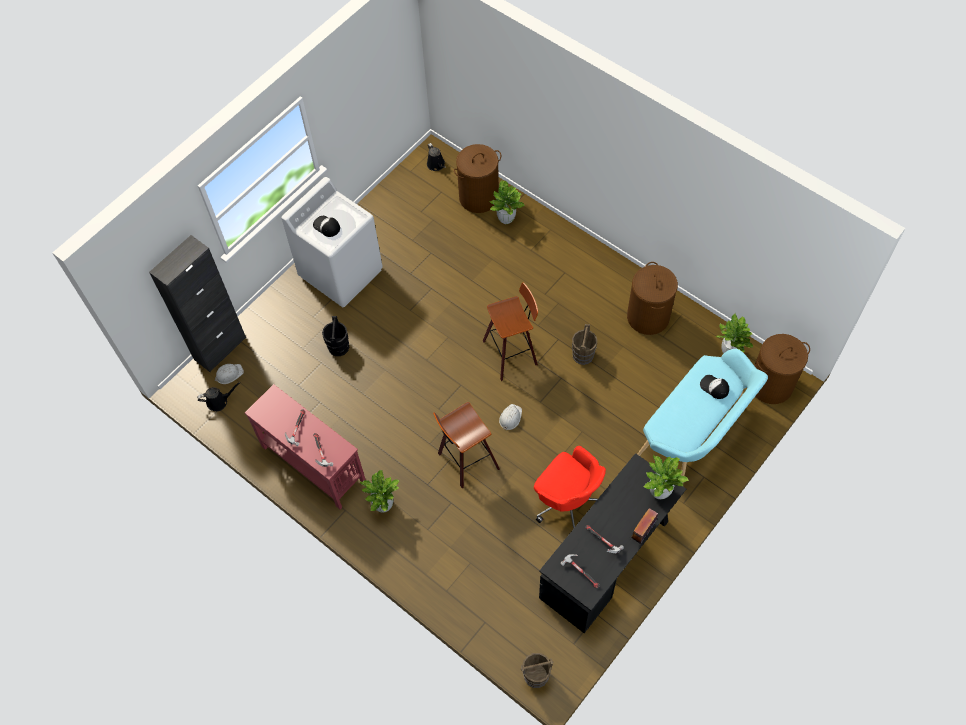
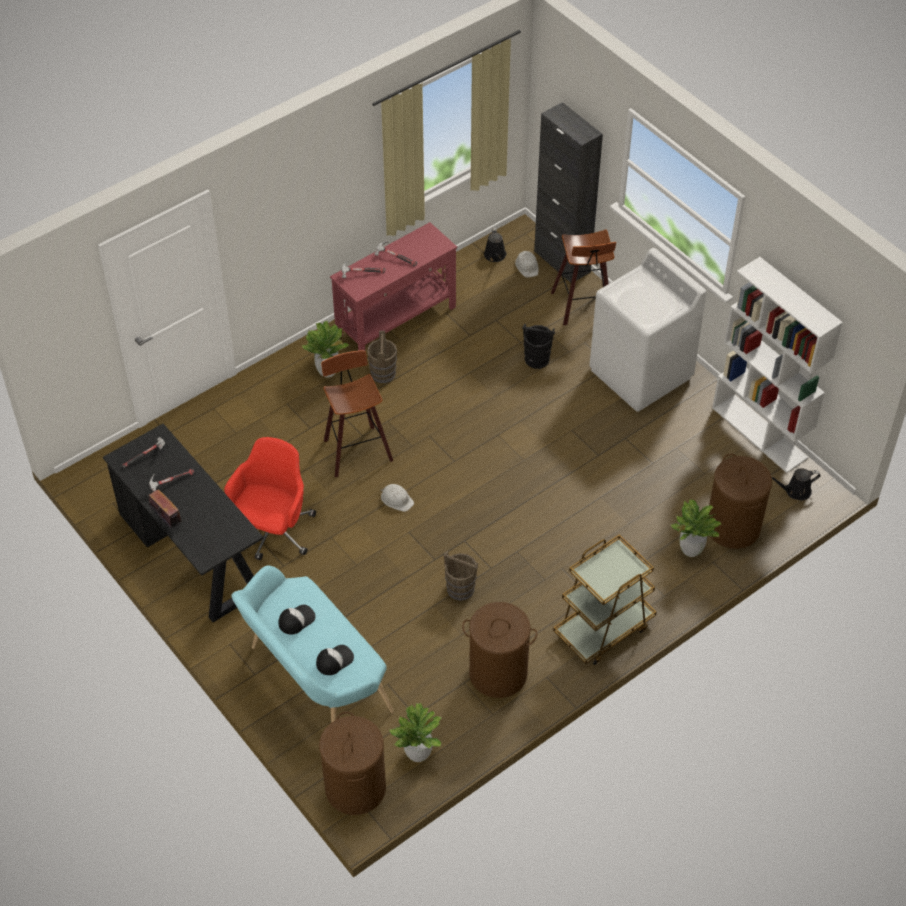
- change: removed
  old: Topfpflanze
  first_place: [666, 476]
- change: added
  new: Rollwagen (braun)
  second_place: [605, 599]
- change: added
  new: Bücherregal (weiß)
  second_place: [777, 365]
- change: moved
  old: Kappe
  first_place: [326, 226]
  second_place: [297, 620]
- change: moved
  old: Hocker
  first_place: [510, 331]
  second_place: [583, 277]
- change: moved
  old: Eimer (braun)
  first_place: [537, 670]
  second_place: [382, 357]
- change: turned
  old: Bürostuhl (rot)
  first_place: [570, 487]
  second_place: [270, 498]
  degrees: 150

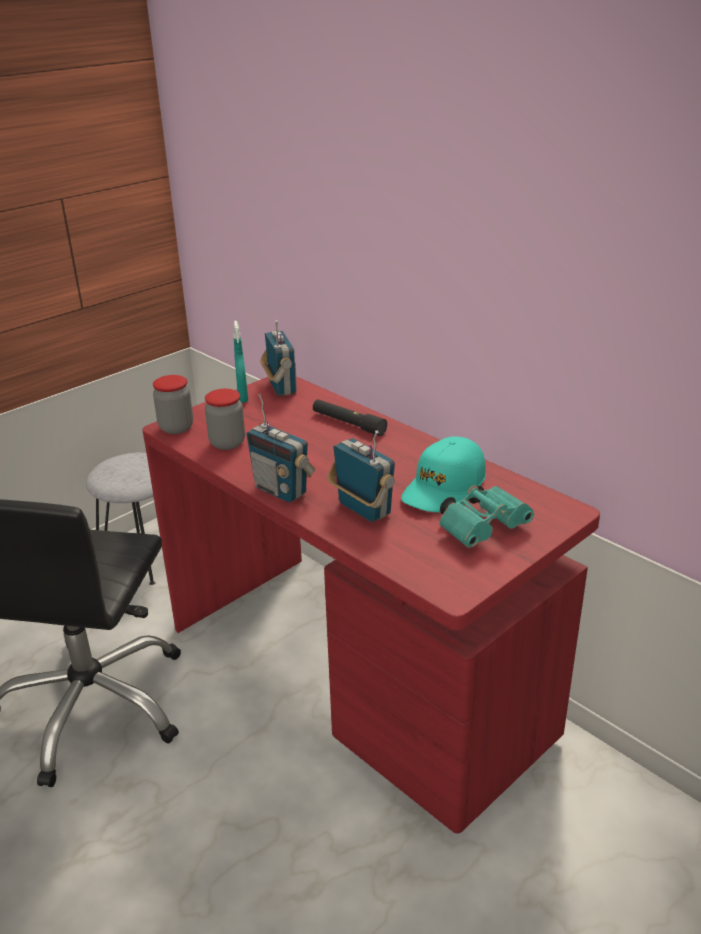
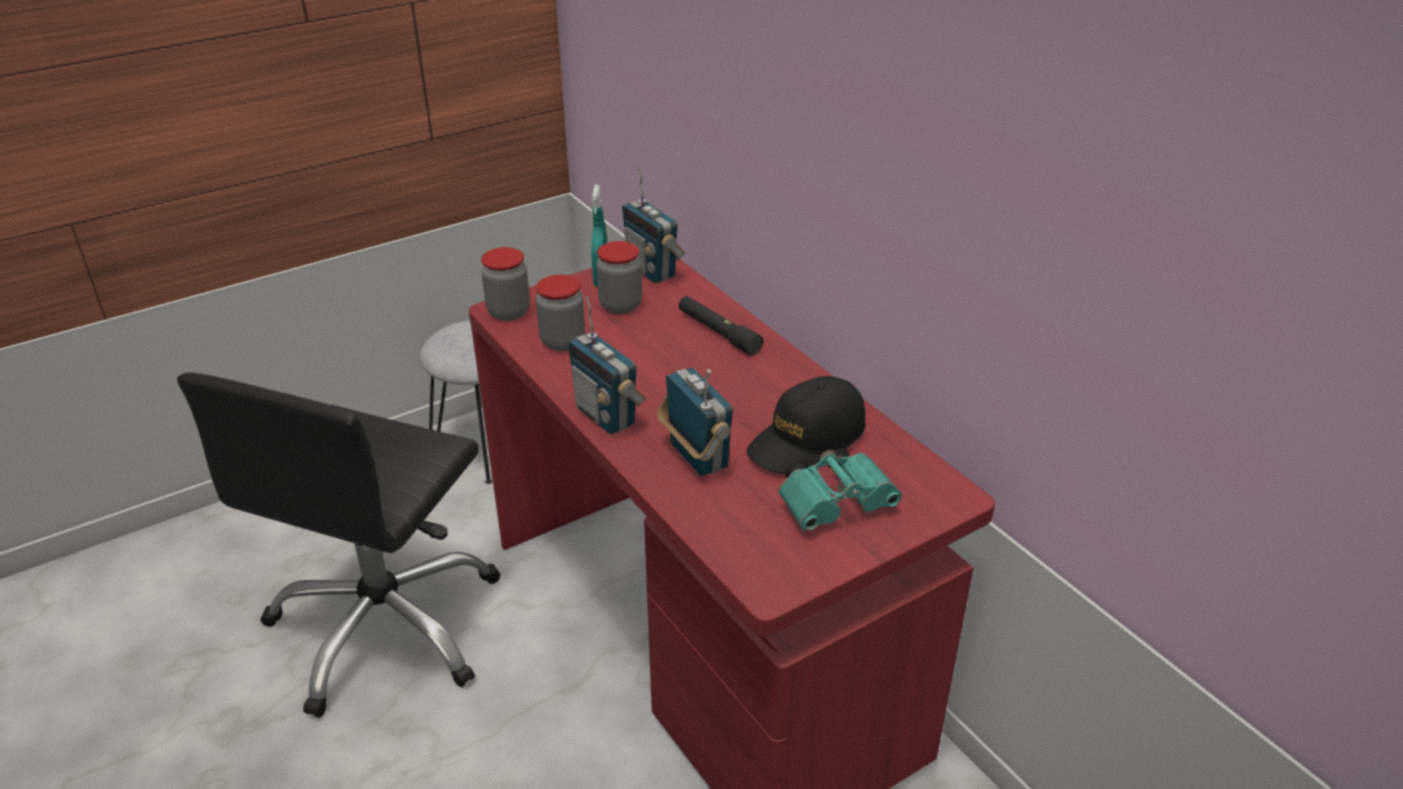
- change: added
  new: Vorratsglas
  second_place: [619, 277]
- change: recoloured
  old: Kappe (türkis)
  new: Kappe (schwarz)
  first_place: [443, 474]
  second_place: [806, 425]
- change: turned
  old: Radio
  first_place: [278, 358]
  second_place: [653, 225]
  degrees: 150

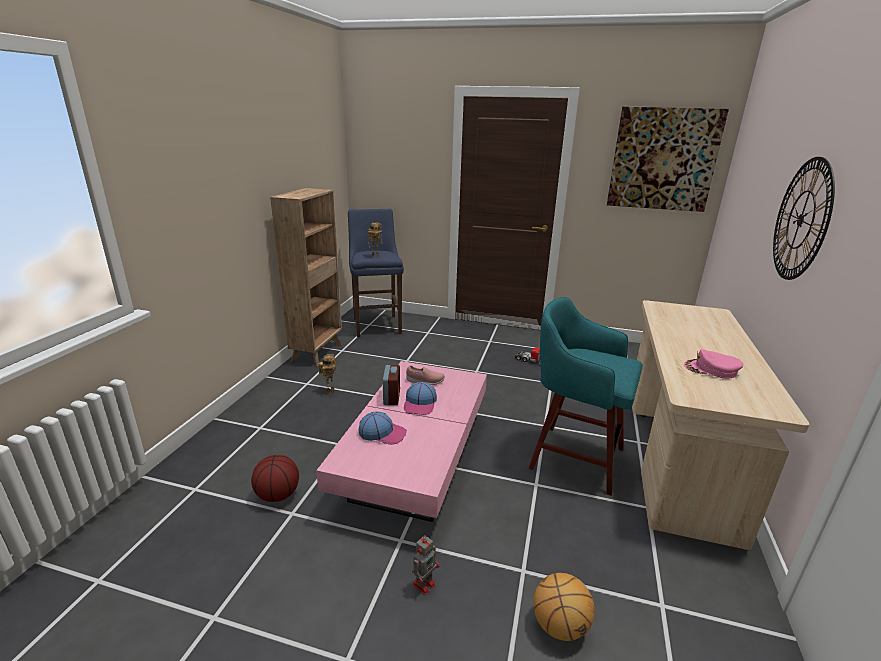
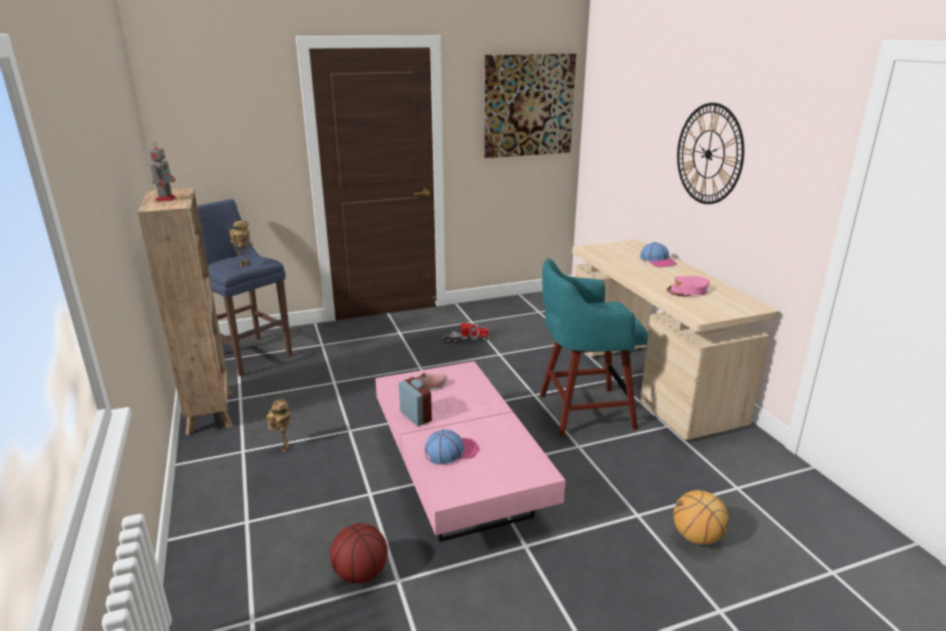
- change: moved
  old: Kappe
  first_place: [420, 398]
  second_place: [658, 254]
- change: moved
  old: Spielzeugroboter
  first_place: [425, 565]
  second_place: [163, 171]

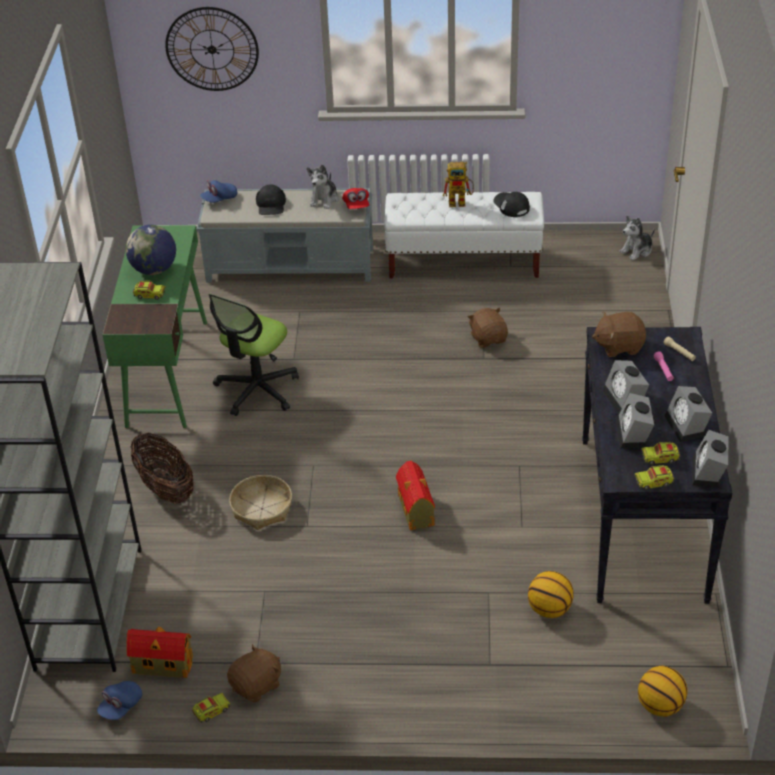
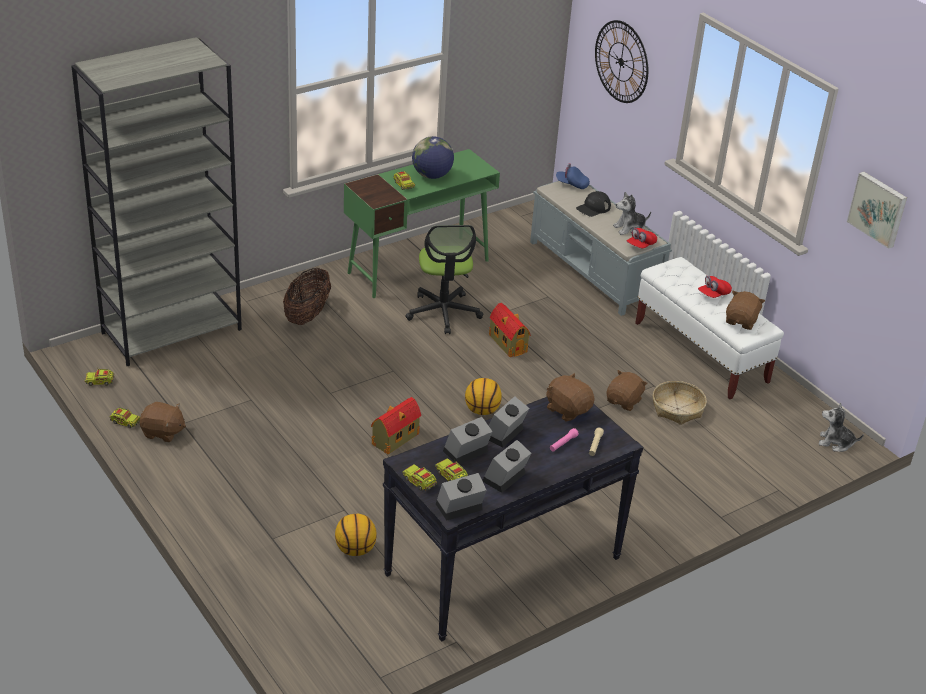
- change: added
  new: Bild
  second_place: [877, 210]
- change: moved
  old: Spielzeughaus
  first_place: [159, 652]
  second_place: [510, 330]
- change: moved
  old: Korb
  first_place: [260, 502]
  second_place: [680, 403]
- change: moved
  old: Basketball
  first_place: [663, 691]
  second_place: [483, 396]
- change: replaced
  old: Kappe (blau)
  new: Spielzeuglaster
  first_place: [119, 700]
  second_place: [99, 377]
- change: replaced
  old: Spielzeugroboter
  new: Kappe (rot)
  first_place: [458, 184]
  second_place: [715, 287]
- change: replaced
  old: Kappe (schwarz)
  new: Plüschtier (braun)
  first_place: [511, 204]
  second_place: [745, 310]
- change: turned
  old: Bürostuhl
  first_place: [253, 355]
  second_place: [444, 279]
  degrees: -90

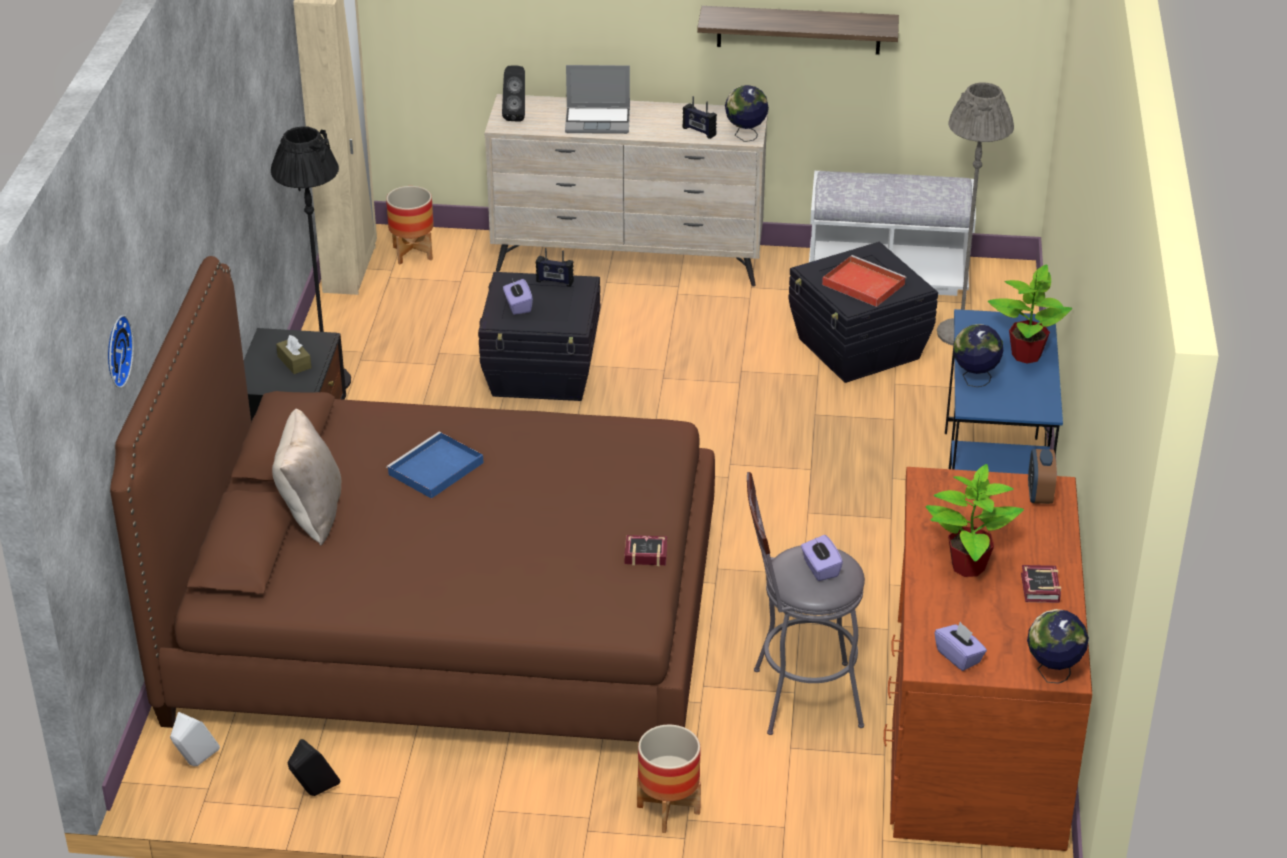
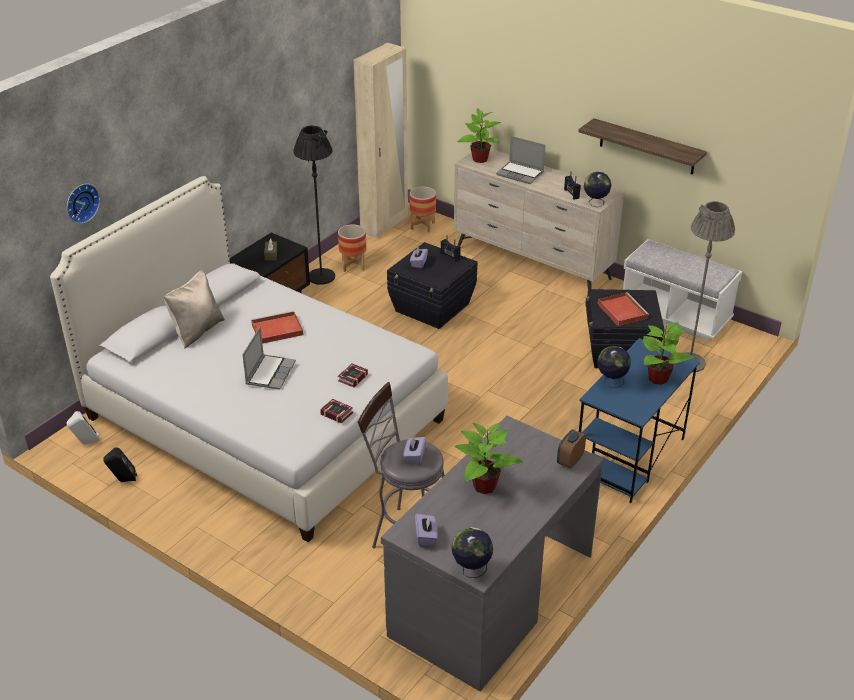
- change: added
  new: Laptop
  second_place: [269, 358]
- change: moved
  old: Pflanzkübel
  first_place: [669, 779]
  second_place: [352, 248]
- change: moved
  old: Buch
  first_place: [1041, 584]
  second_place: [353, 375]
- change: replaced
  old: Lautsprecher (schwarz)
  new: Topfpflanze
  first_place: [513, 93]
  second_place: [479, 135]
- change: recoloured
  old: Bett (braun)
  new: Bett (weiß)
  first_place: [412, 499]
  second_place: [249, 359]
- change: recoloured
  old: Tablett (blau)
  new: Tablett (rot)
  first_place: [434, 465]
  second_place: [277, 327]
- change: recoloured
  old: Schreibtisch (braun)
  new: Schreibtisch (grau)
  first_place: [988, 659]
  second_place: [492, 553]

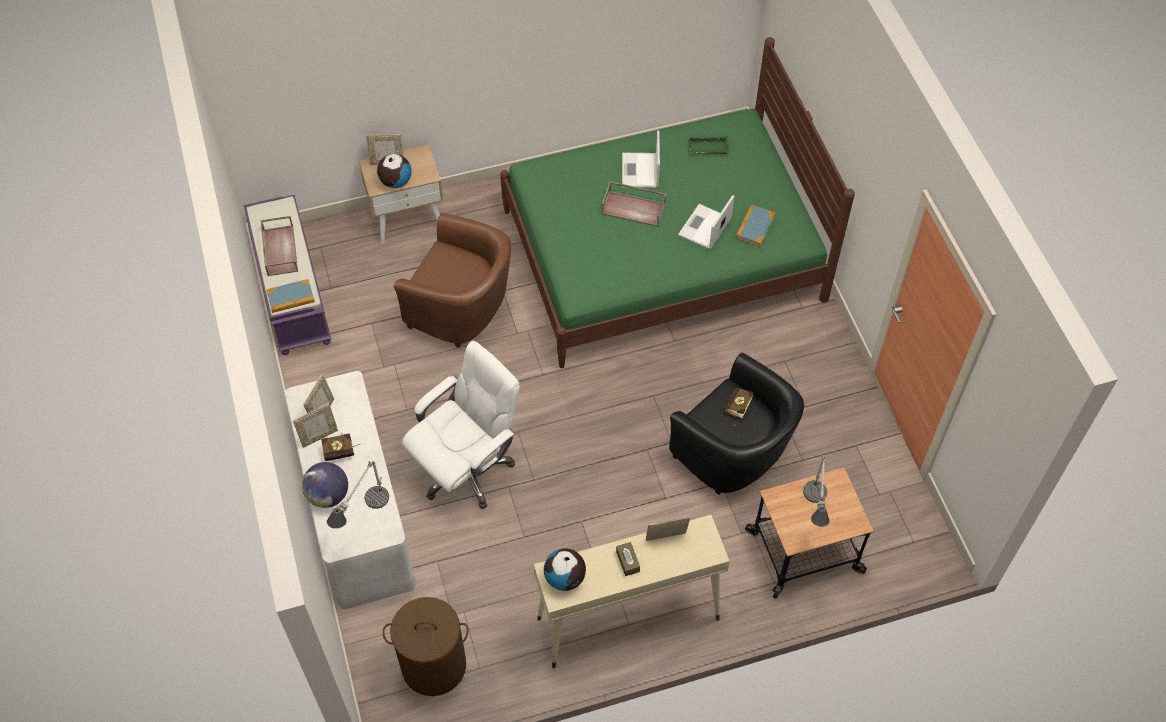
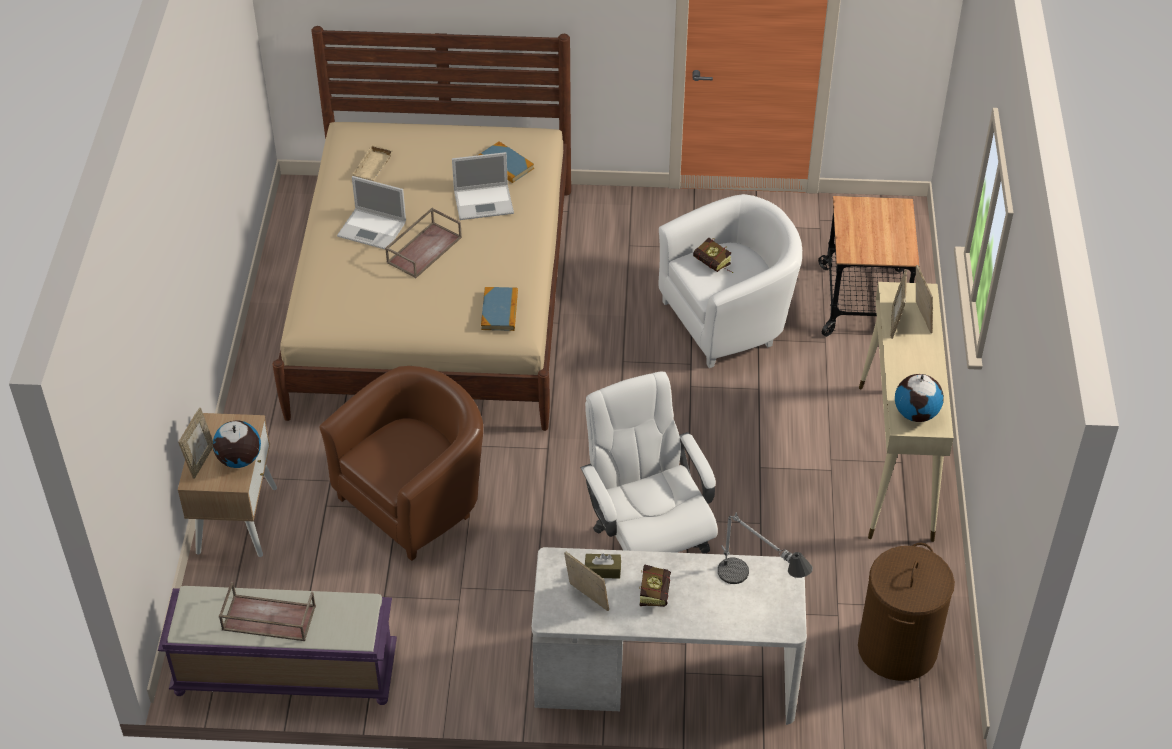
- change: removed
  old: Globus
  first_place: [325, 485]
- change: removed
  old: Tischlampe
  first_place: [816, 491]
- change: moved
  old: Buch
  first_place: [291, 296]
  second_place: [499, 309]
- change: moved
  old: Bilderrahmen
  first_place: [315, 425]
  second_place: [924, 299]
- change: moved
  old: Taschentuchbox (braun)
  first_place: [628, 559]
  second_place: [603, 566]
- change: recoloured
  old: Bett (grün)
  new: Bett (beige)
  first_place: [677, 202]
  second_place: [422, 228]
- change: recoloured
  old: Sessel (schwarz)
  new: Sessel (weiß)
  first_place: [736, 424]
  second_place: [730, 281]
- change: recoloured
  old: Tablett (grün)
  new: Tablett (beige)
  first_place: [709, 145]
  second_place: [373, 162]
- change: turned
  old: Laptop
  first_place: [706, 222]
  second_place: [483, 186]
  degrees: -60

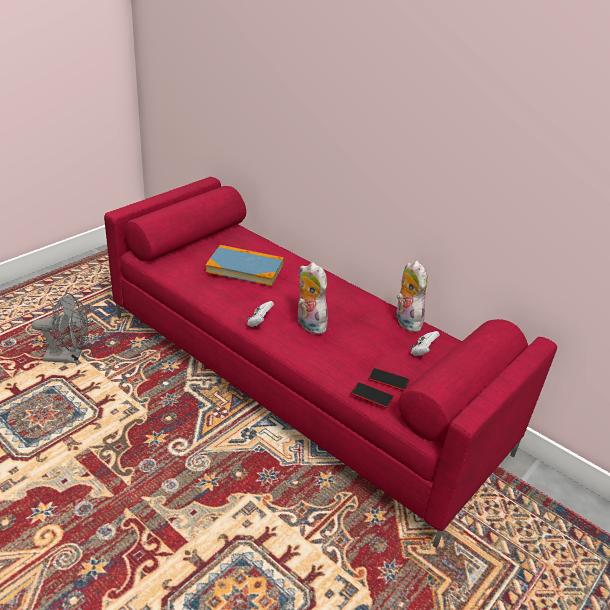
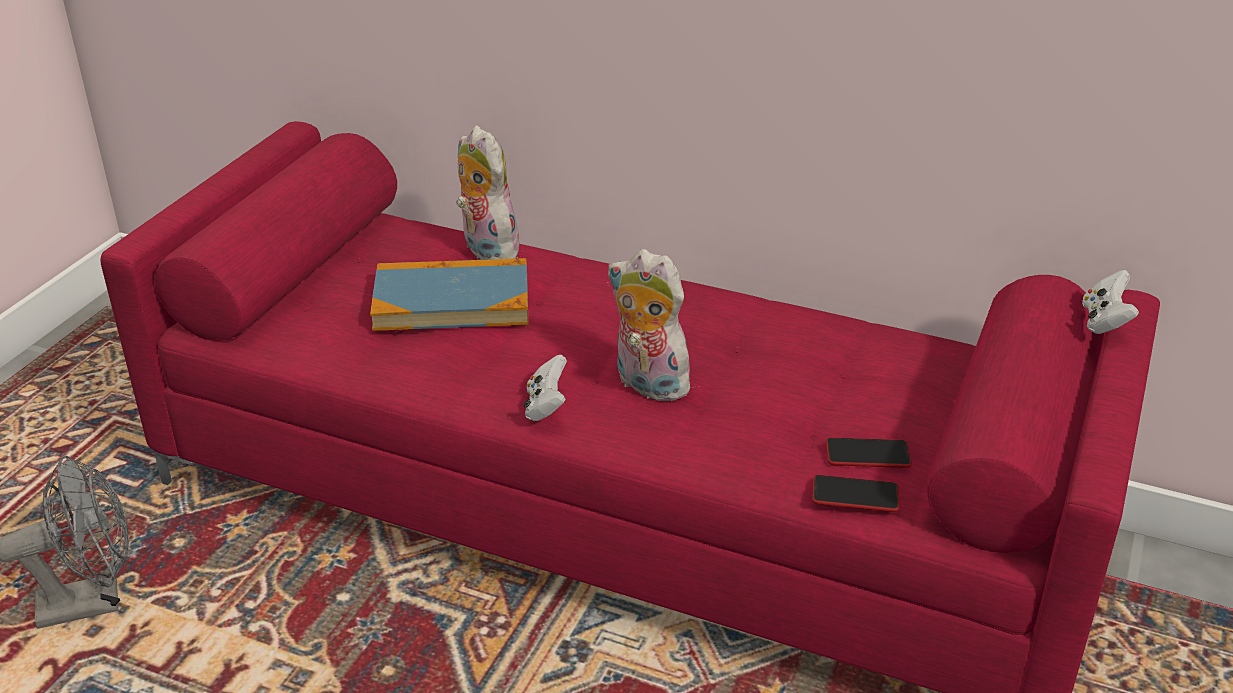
- change: moved
  old: Plüschtier
  first_place: [412, 296]
  second_place: [490, 193]
- change: moved
  old: Gamepad (weiß)
  first_place: [425, 343]
  second_place: [1110, 302]

